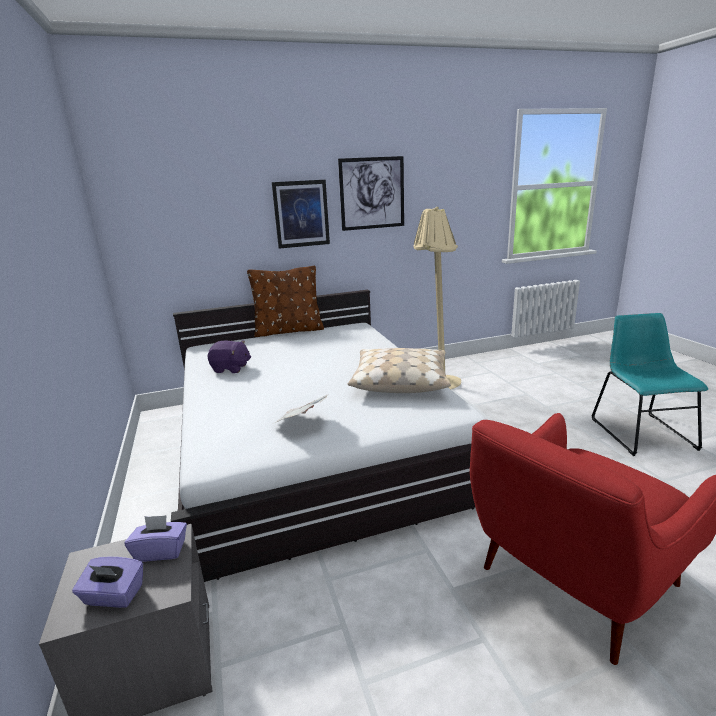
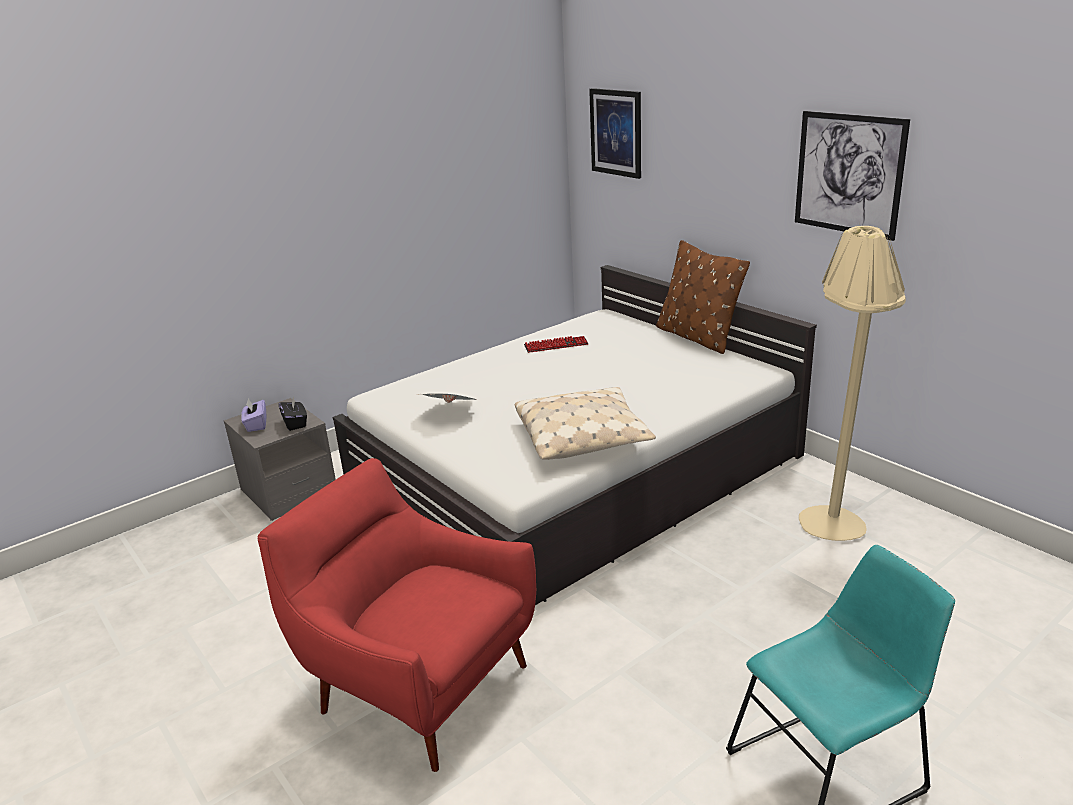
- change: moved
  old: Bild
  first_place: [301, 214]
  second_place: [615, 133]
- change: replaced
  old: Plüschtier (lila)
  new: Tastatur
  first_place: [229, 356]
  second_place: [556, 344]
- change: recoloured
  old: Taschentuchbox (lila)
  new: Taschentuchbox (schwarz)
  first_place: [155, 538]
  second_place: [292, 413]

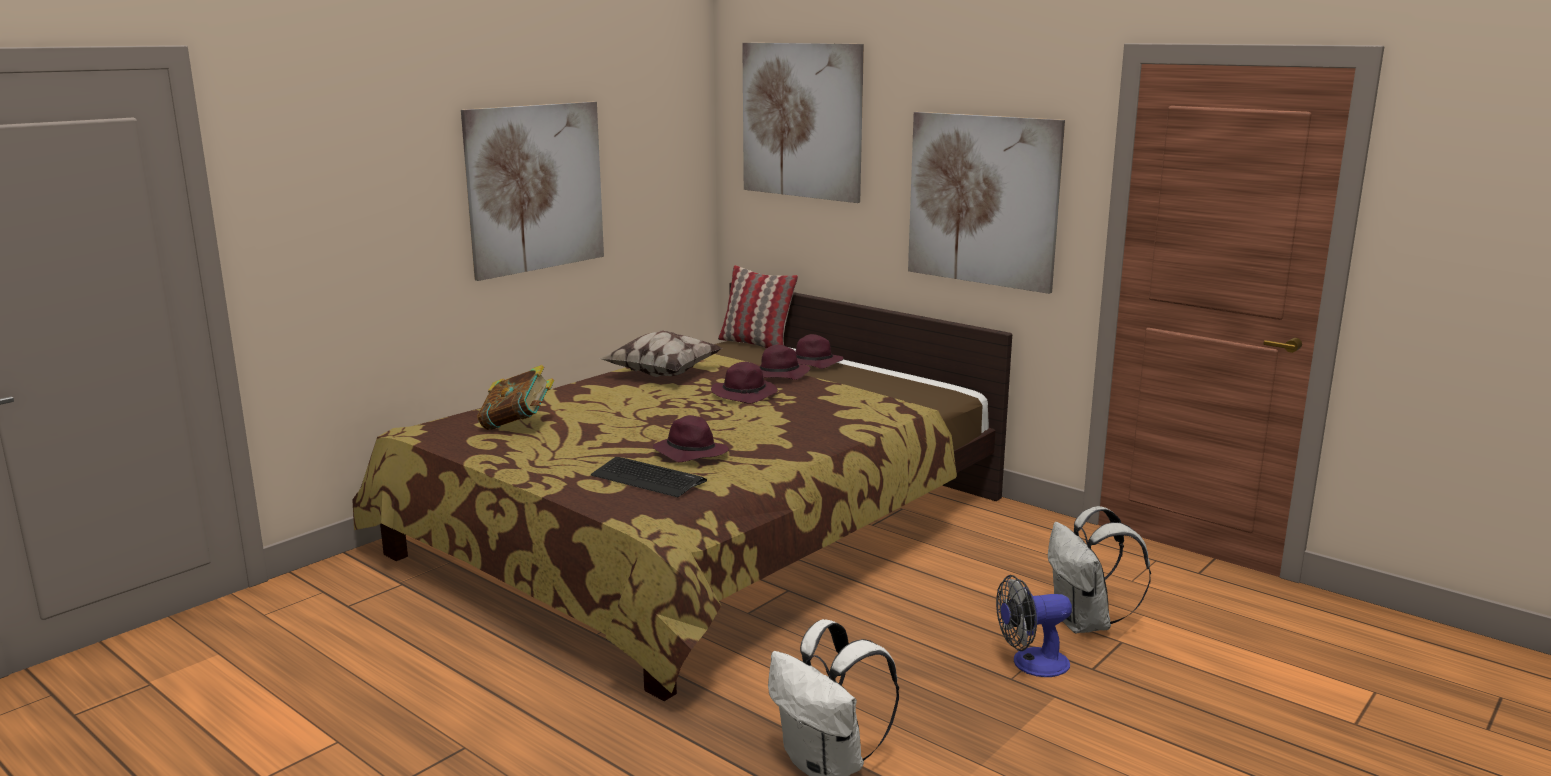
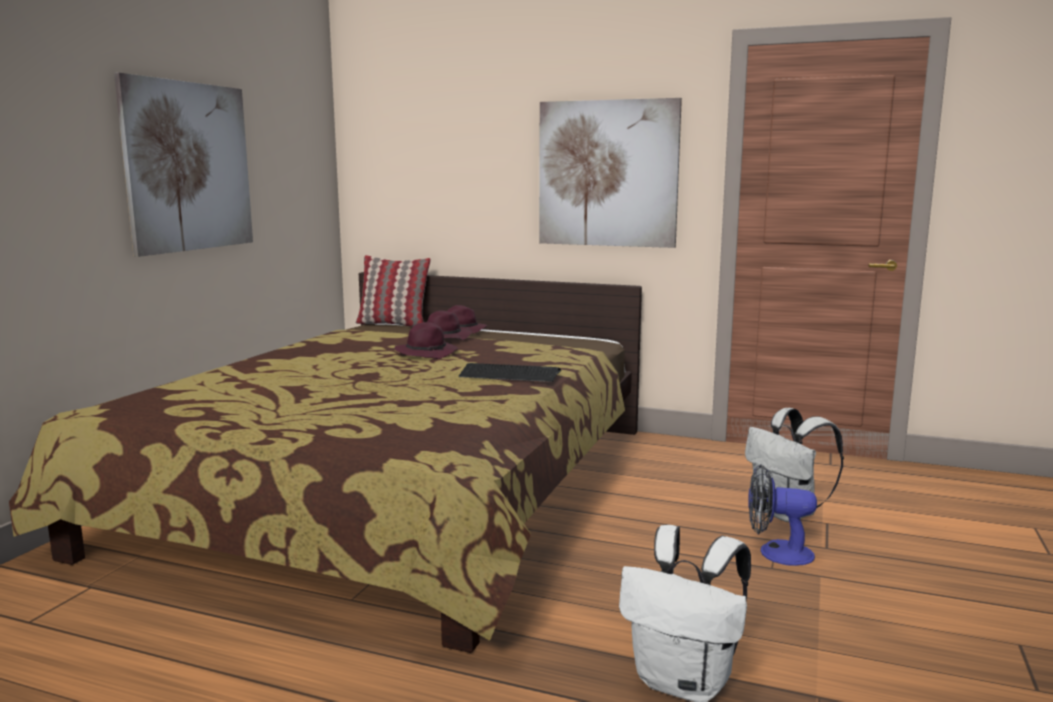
- change: removed
  old: Buch
  first_place: [515, 397]
- change: removed
  old: Kissen
  first_place: [661, 353]
- change: removed
  old: Hut (lila)
  first_place: [691, 438]
- change: removed
  old: Bild
  first_place: [803, 123]
- change: moved
  old: Tastatur
  first_place: [649, 477]
  second_place: [510, 372]
- change: turned
  old: Ventilator
  first_place: [1034, 626]
  second_place: [782, 515]
  degrees: 45

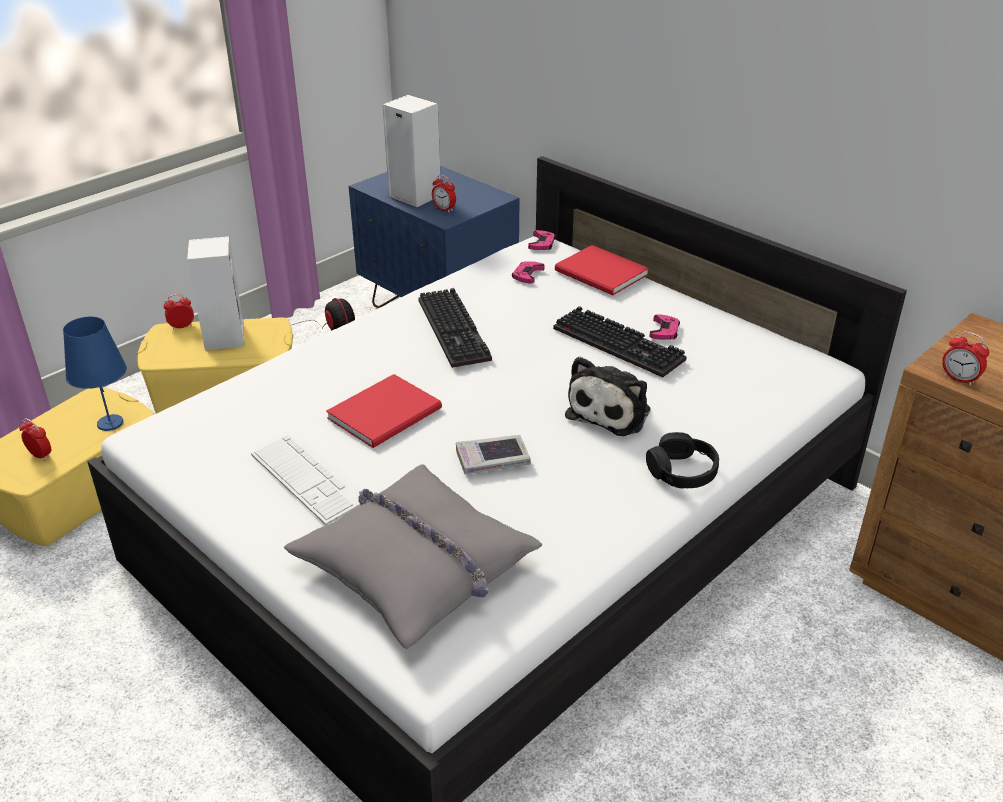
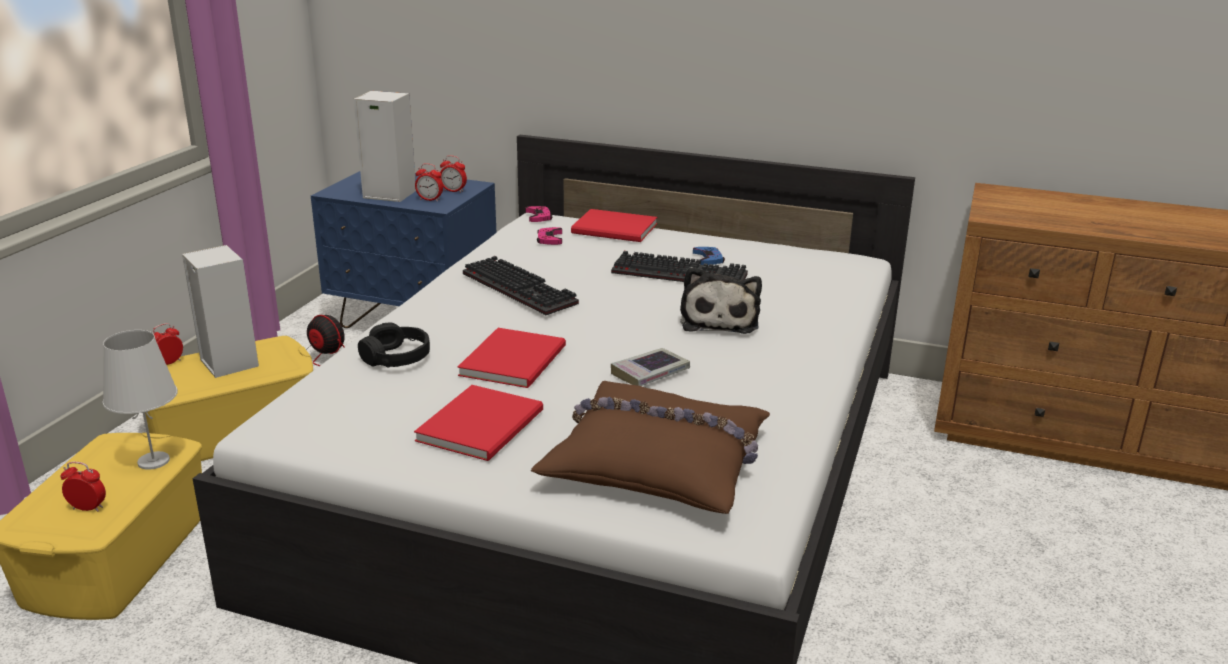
- change: moved
  old: Kopfhörer (schwarz)
  first_place: [682, 460]
  second_place: [394, 345]
- change: moved
  old: Wecker
  first_place: [965, 359]
  second_place: [453, 174]
- change: replaced
  old: Tastatur
  new: Buch (rot)
  first_place: [306, 479]
  second_place: [478, 423]
- change: recoloured
  old: Tischlampe (blau)
  new: Tischlampe (weiß)
  first_place: [95, 374]
  second_place: [140, 400]
- change: recoloured
  old: Kissen (grau)
  new: Kissen (braun)
  first_place: [413, 556]
  second_place: [650, 447]
- change: recoloured
  old: Gamepad (rosa)
  new: Gamepad (blau)
  first_place: [664, 327]
  second_place: [709, 256]

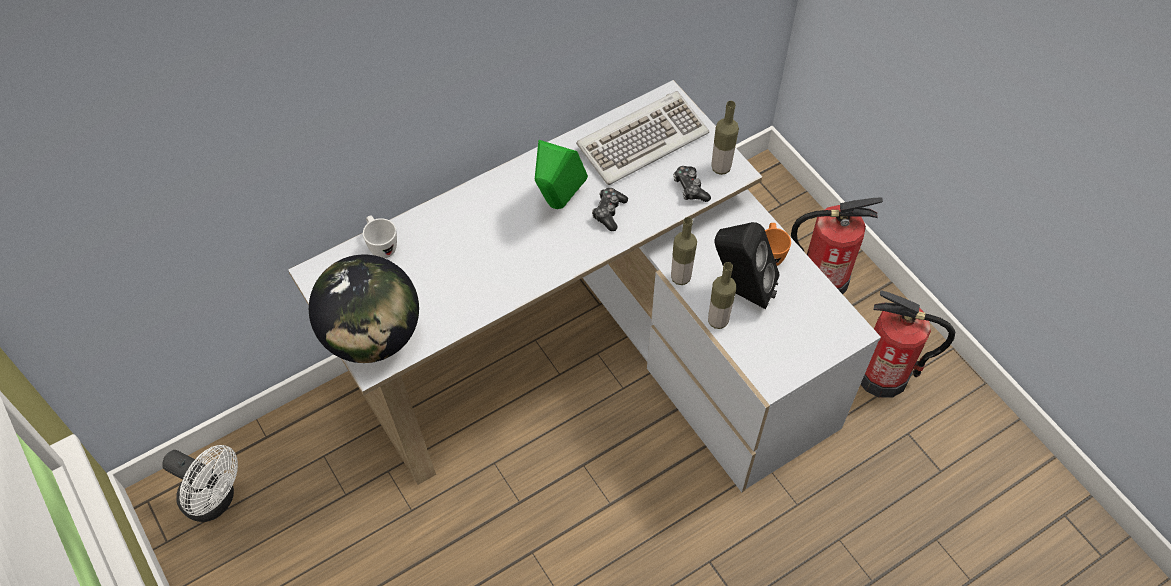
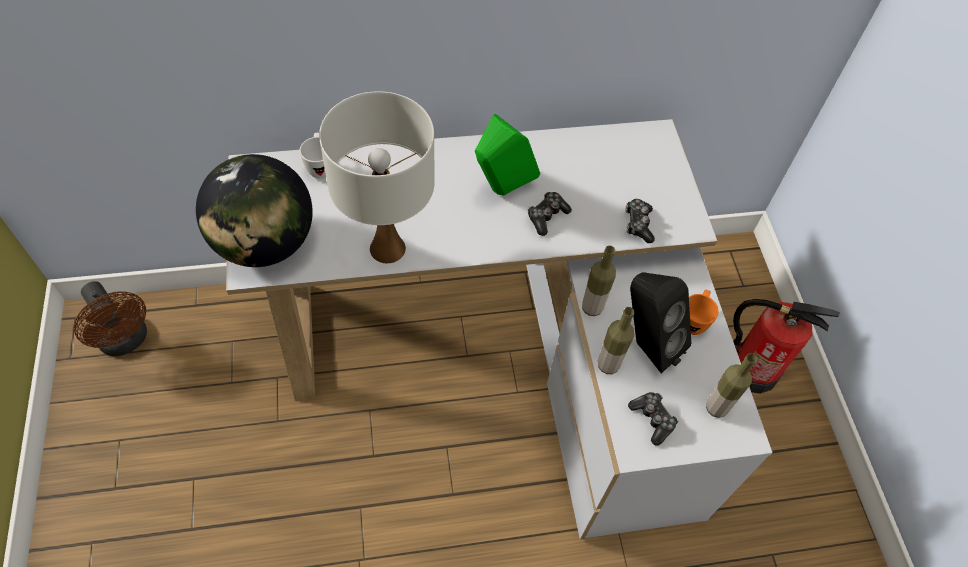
- change: removed
  old: Tastatur
  first_place: [642, 138]
- change: removed
  old: Feuerlöscher
  first_place: [908, 344]
- change: added
  new: Tischlampe (weiß)
  second_place: [377, 177]
- change: added
  new: Gamepad
  second_place: [653, 419]
- change: moved
  old: Flasche
  first_place: [725, 138]
  second_place: [731, 385]
- change: recoloured
  old: Ventilator (weiß)
  new: Ventilator (braun)
  first_place: [200, 483]
  second_place: [110, 318]

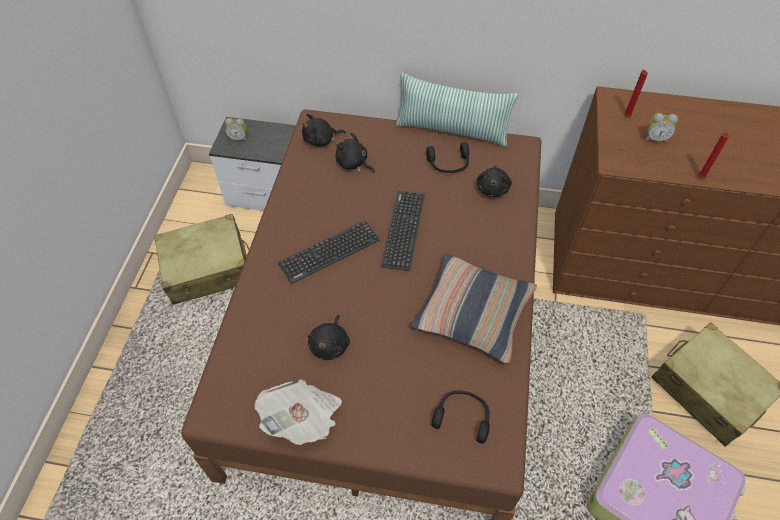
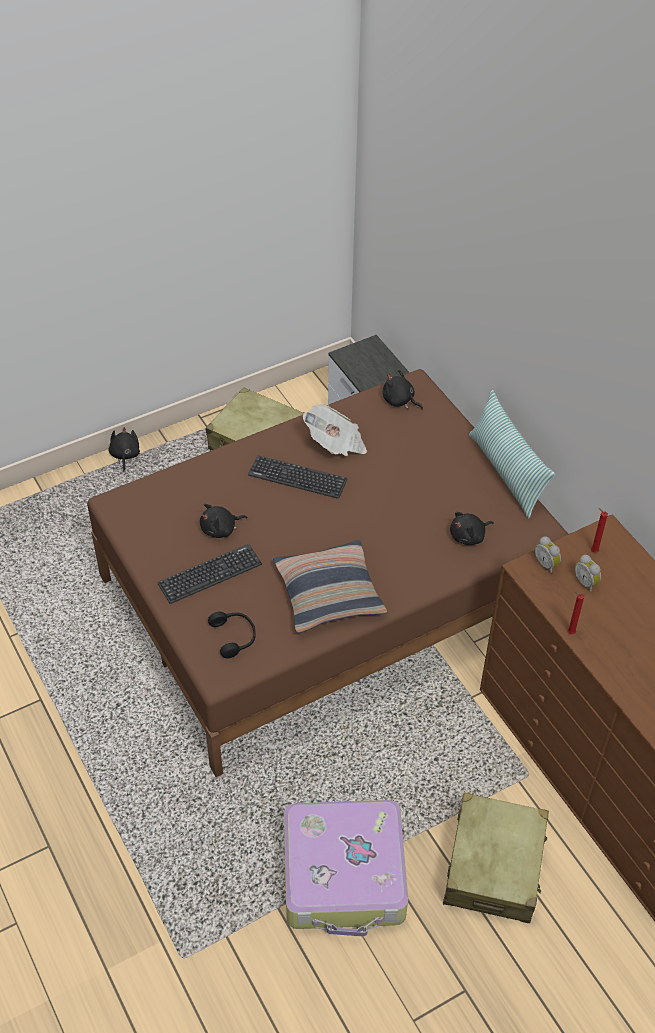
- change: removed
  old: Kopfhörer (schwarz)
  first_place: [447, 157]
- change: moved
  old: Wecker
  first_place: [236, 129]
  second_place: [548, 555]
- change: moved
  old: Zeitung
  first_place: [298, 412]
  second_place: [335, 430]
- change: moved
  old: Plüschtier (schwarz)
  first_place: [355, 152]
  second_place: [124, 449]
- change: moved
  old: Tastatur
  first_place: [403, 231]
  second_place: [210, 574]

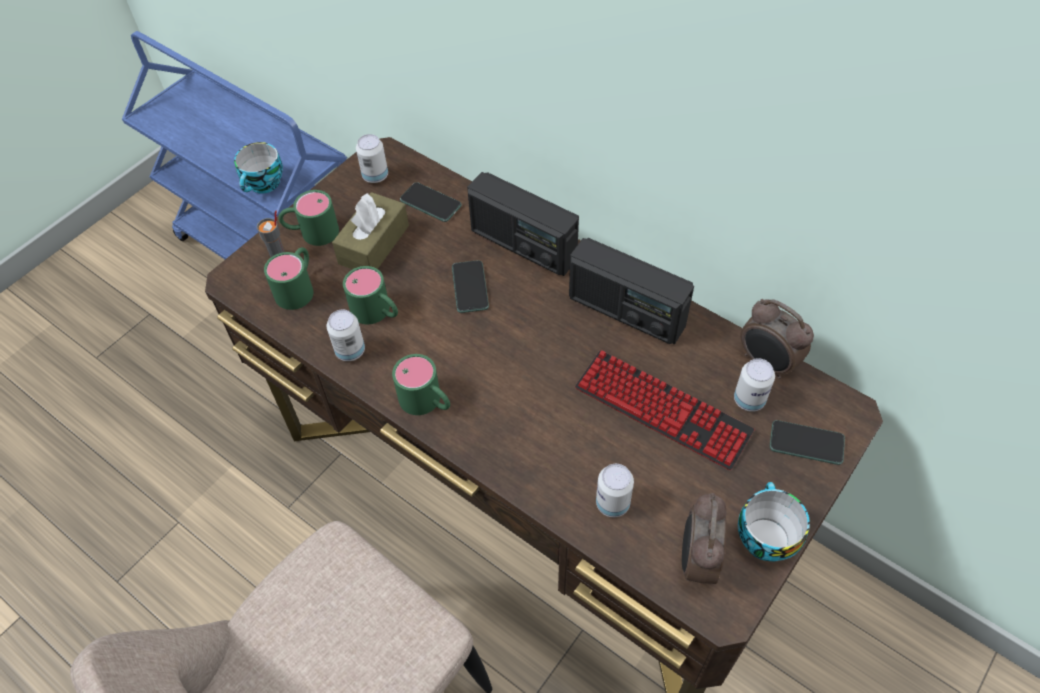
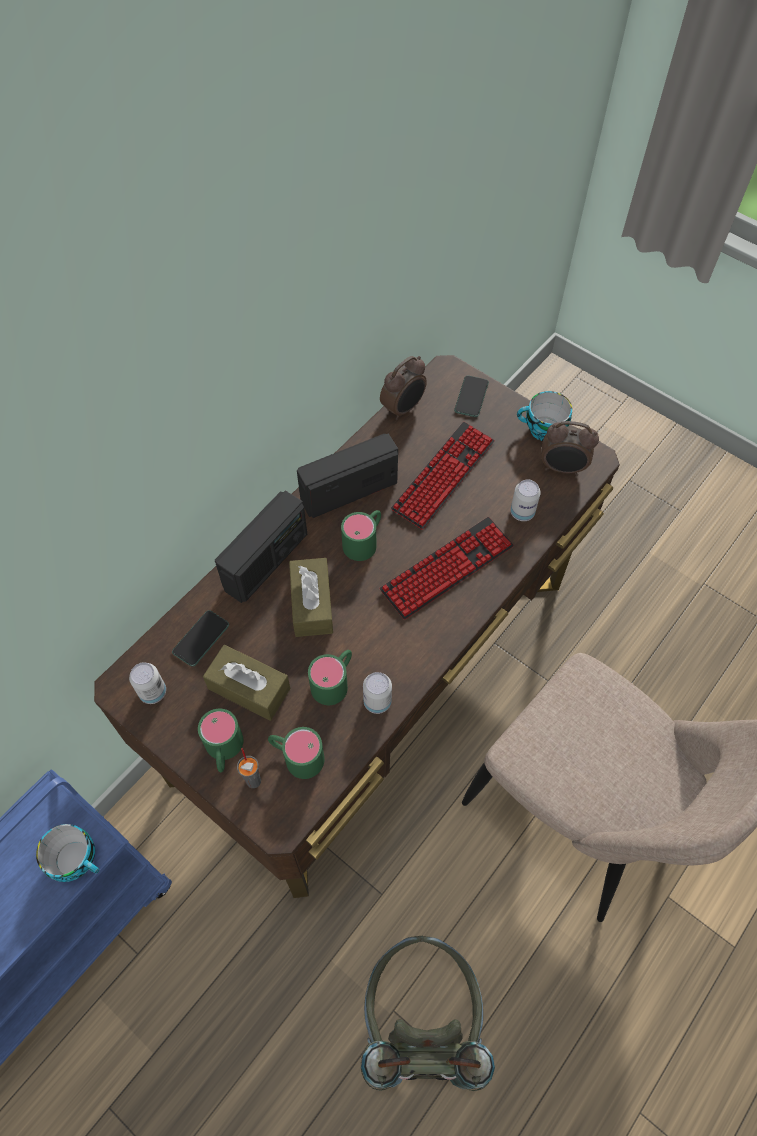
- change: removed
  old: Dose
  first_place: [754, 385]
- change: added
  new: Rucksack (grau)
  second_place: [428, 1013]
- change: added
  new: Tastatur
  second_place: [446, 568]
- change: moved
  old: Henkelbecher (grün)
  first_place: [421, 384]
  second_place: [361, 535]
- change: replaced
  old: Handy
  new: Taschentuchbox (braun)
  first_place: [470, 286]
  second_place: [311, 597]
- change: turned
  old: Radio
  first_place: [631, 291]
  second_place: [347, 476]
  degrees: -150

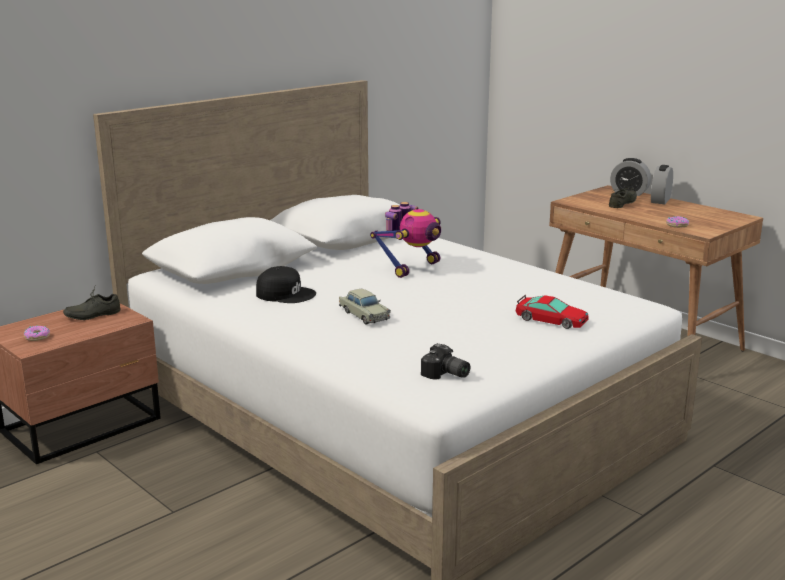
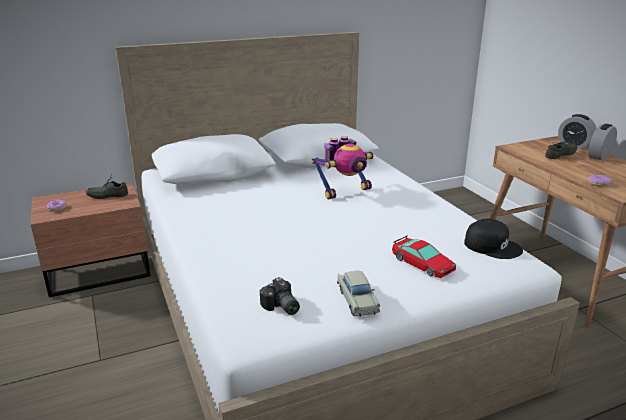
- change: moved
  old: Kappe (schwarz)
  first_place: [286, 284]
  second_place: [493, 239]
- change: moved
  old: Spielzeugauto (beige)
  first_place: [365, 306]
  second_place: [358, 294]

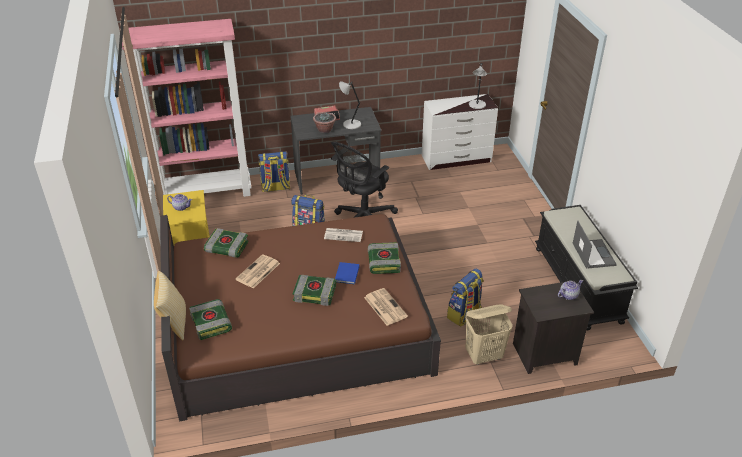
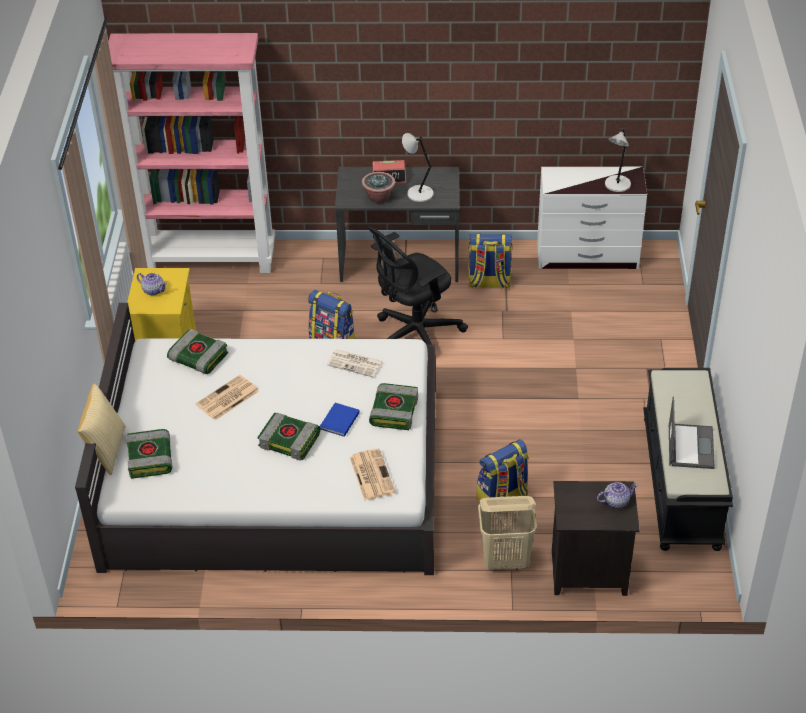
- change: moved
  old: Rucksack
  first_place: [274, 171]
  second_place: [490, 261]
- change: recoloured
  old: Bett (braun)
  new: Bett (weiß)
  first_place: [300, 317]
  second_place: [255, 439]

